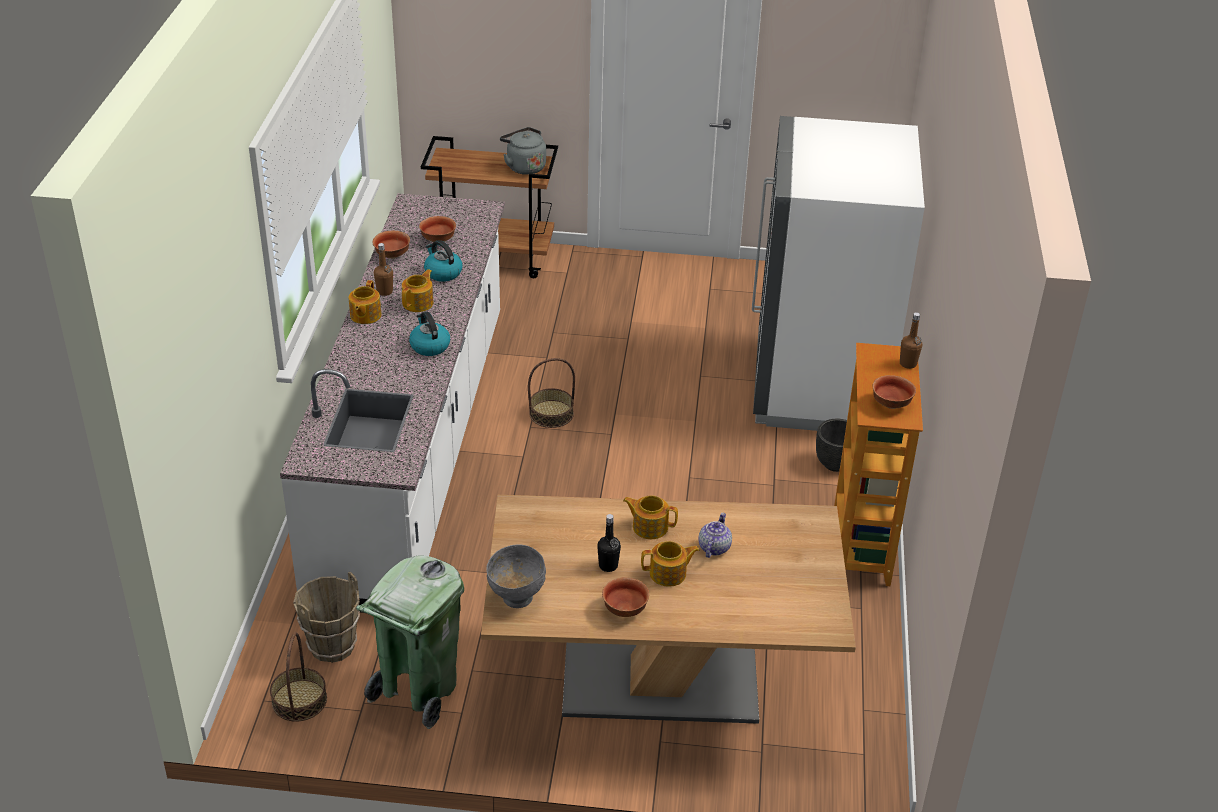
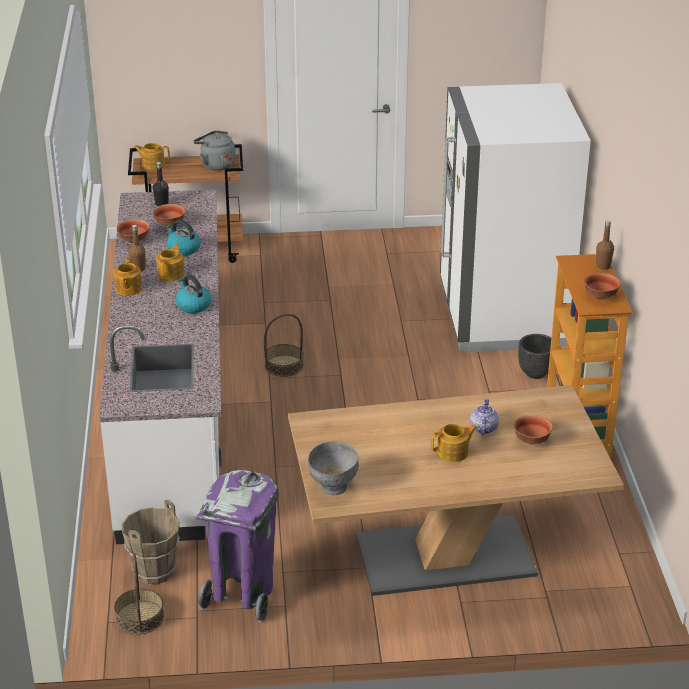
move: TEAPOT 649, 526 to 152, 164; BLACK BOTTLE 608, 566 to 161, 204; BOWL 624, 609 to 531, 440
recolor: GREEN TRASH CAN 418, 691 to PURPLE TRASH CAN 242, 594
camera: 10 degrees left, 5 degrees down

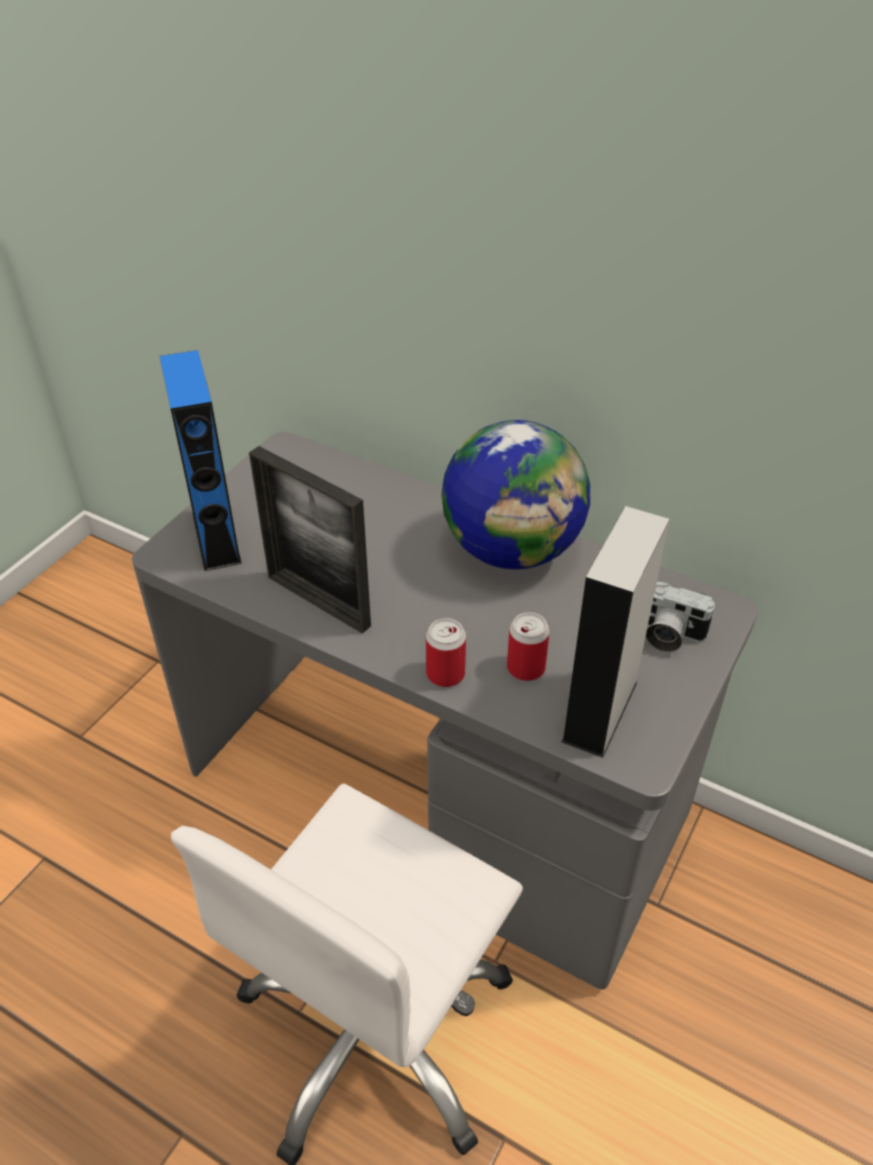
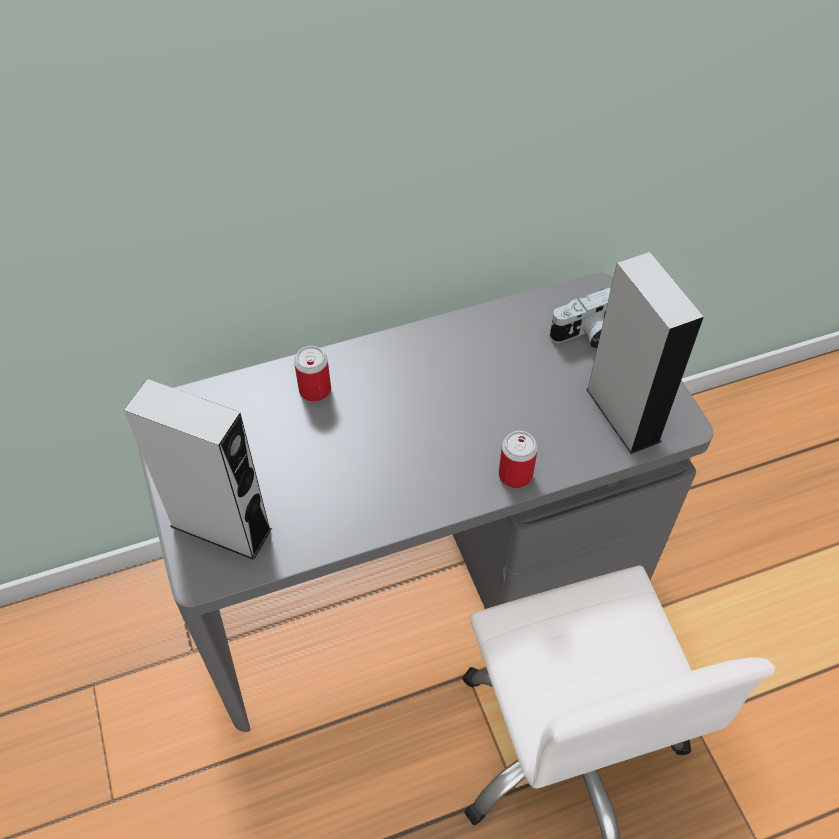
delete: PICTURE FRAME 318, 601; GLOBE 512, 549
move: CAN 526, 668 to 315, 390
recolor: BLUE SPEAKER 216, 538 to GREY SPEAKER 221, 527
camera: 50 degrees left, 10 degrees up

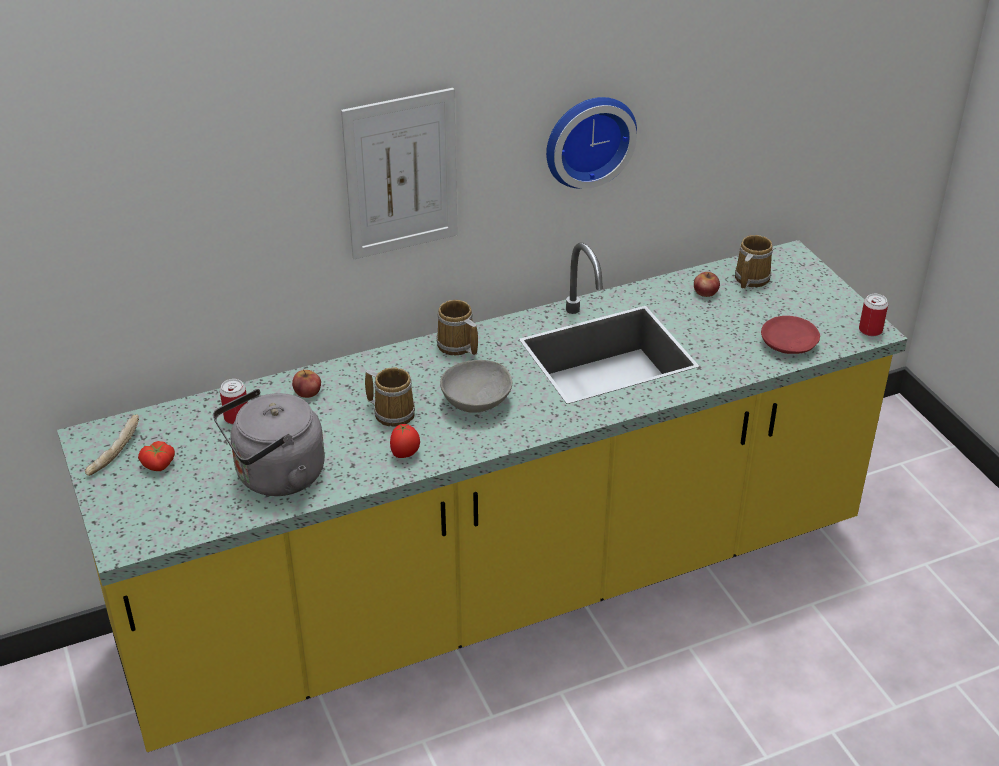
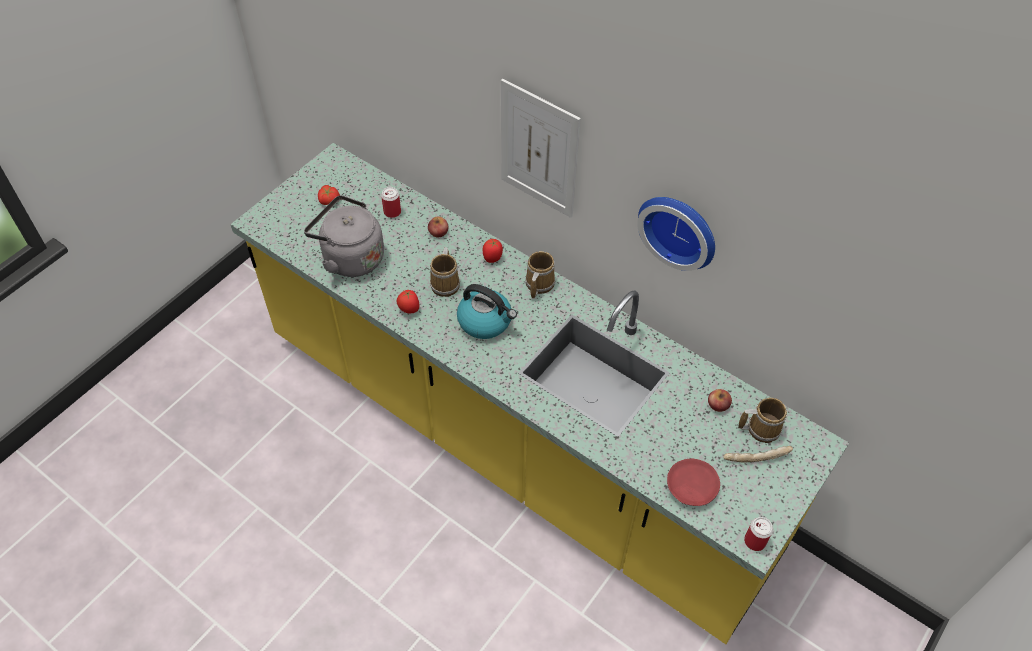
insert: TOMATO 492, 258
move: BREAD 113, 451 to 756, 456
replace: GREY BOWL 475, 401 to KETTLE 486, 321
camera: 60 degrees right, 15 degrees up

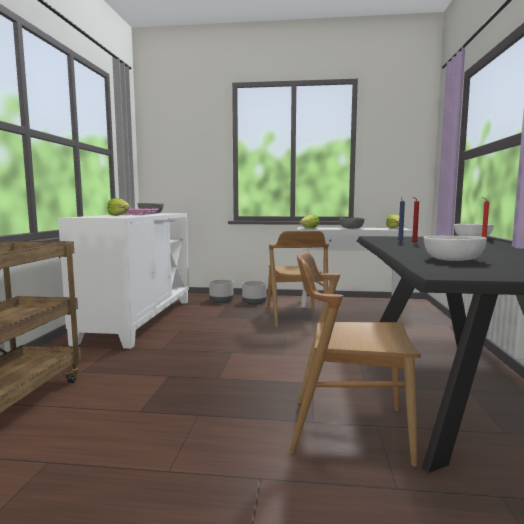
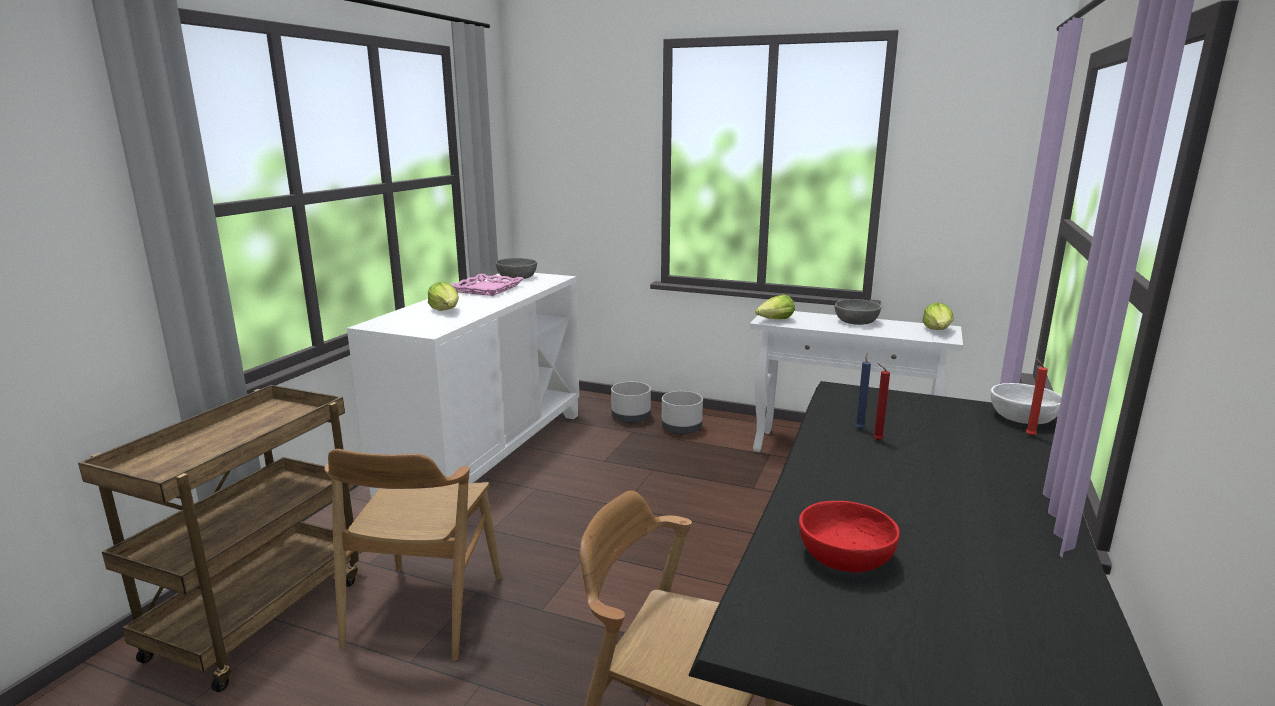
move: BROWN CHAIR 295, 318 to 424, 611
recolor: WHITE BOWL 452, 259 to RED BOWL 844, 556
camera: 15 degrees right, 10 degrees up

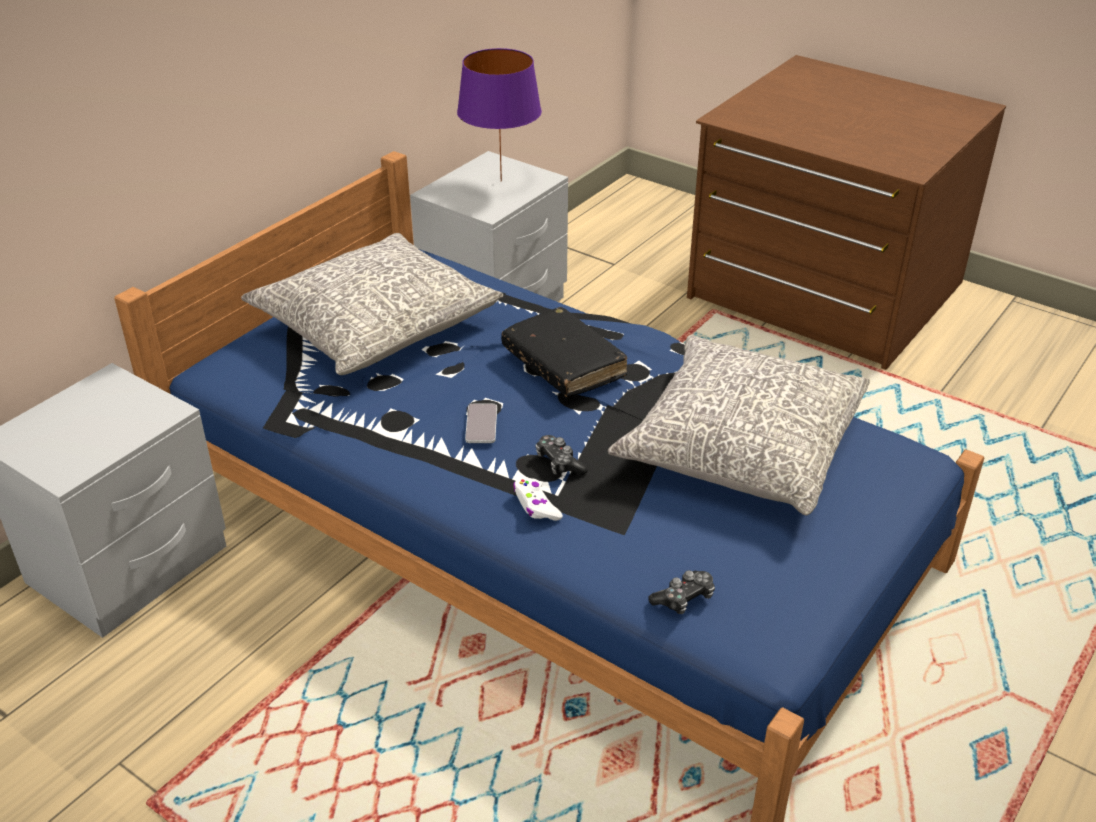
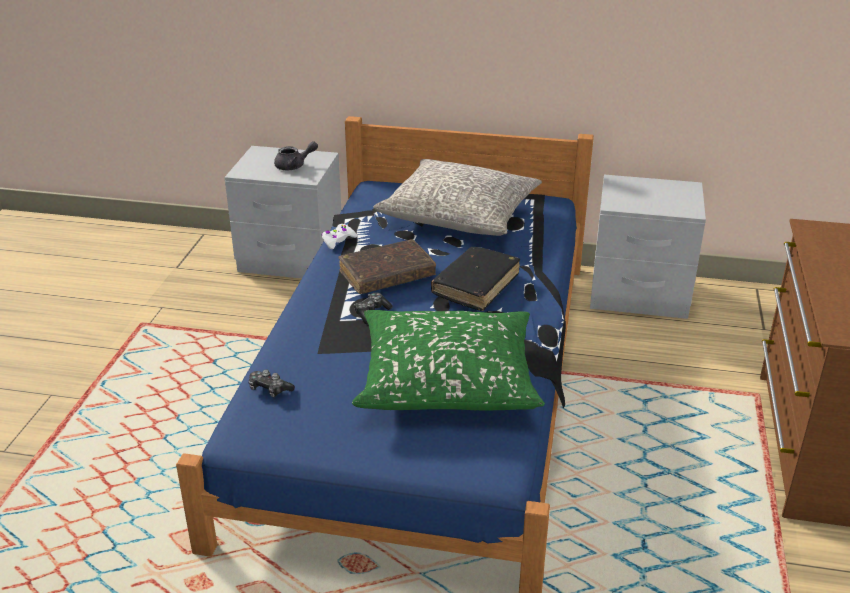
delete: PURPLE TABLE LAMP 500, 181
insert: GREY TEAPOT 294, 166
move: WHITE GAME CONTROLLER 536, 505 to 338, 240
replace: PHONE 481, 424 to BROWN BOOK 387, 275
recolor: GREY PILLOW 741, 445 to GREEN PILLOW 447, 379
camera: 65 degrees right, 5 degrees down

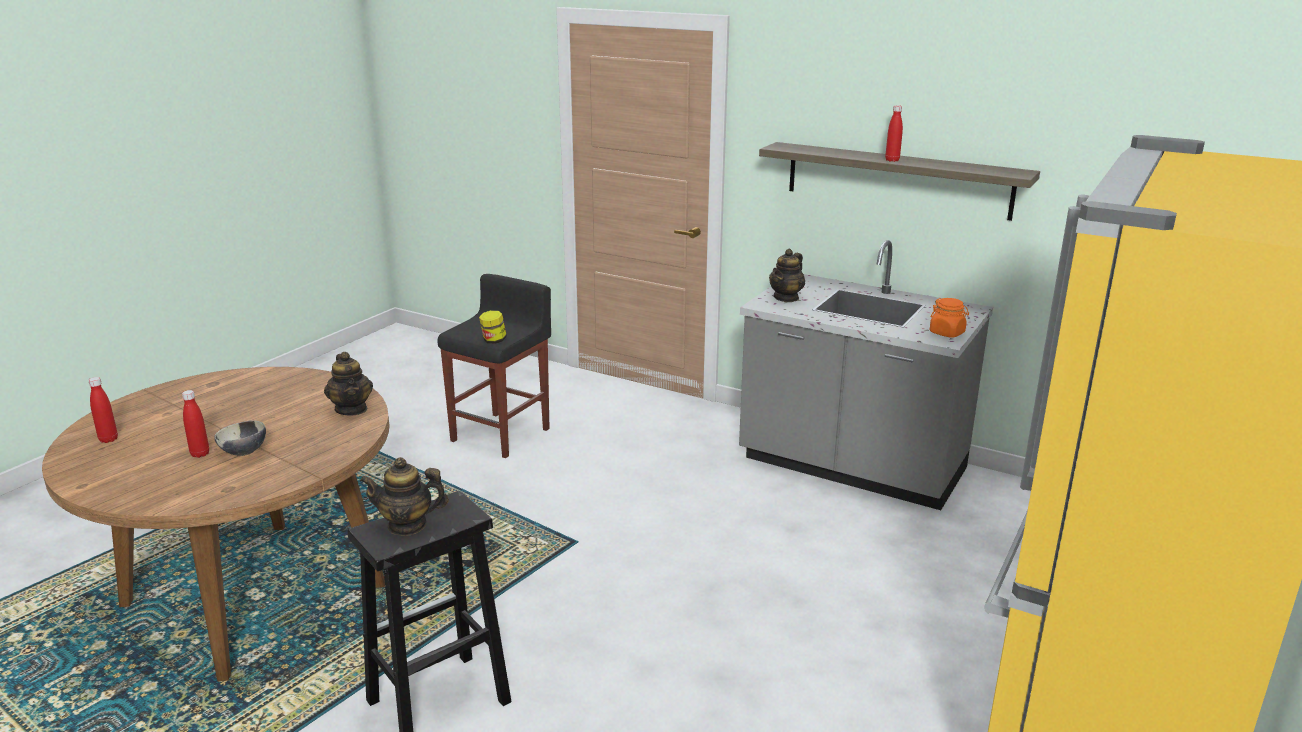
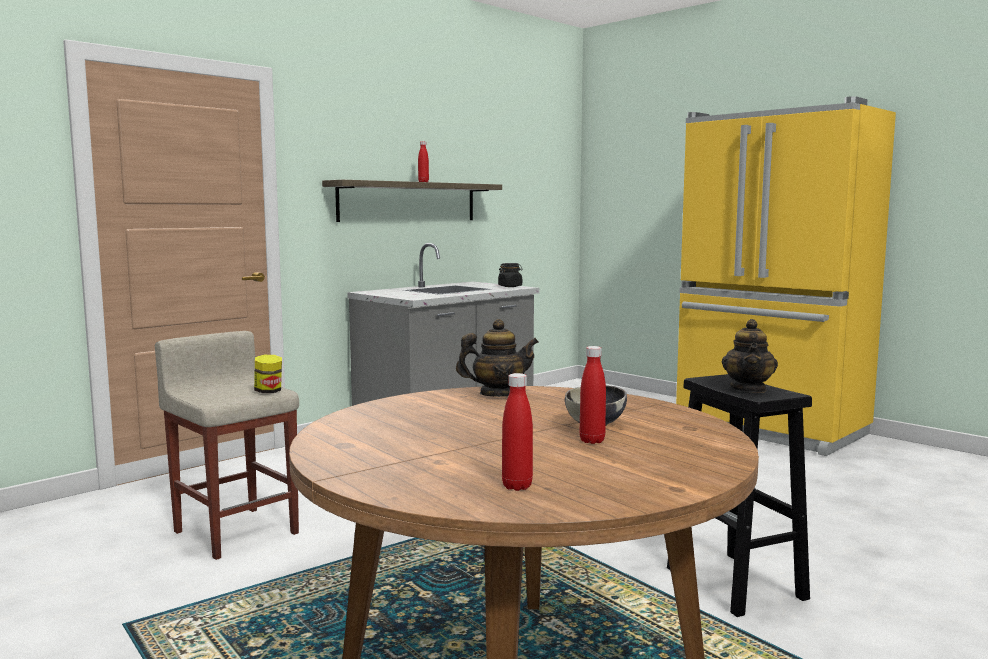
delete: TEAPOT 786, 298
recolor: BLACK STOOL 501, 434 to BEIGE STOOL 235, 531; ORANGE JAR 947, 333 to BLACK JAR 510, 286
camera: 75 degrees left, 15 degrees down

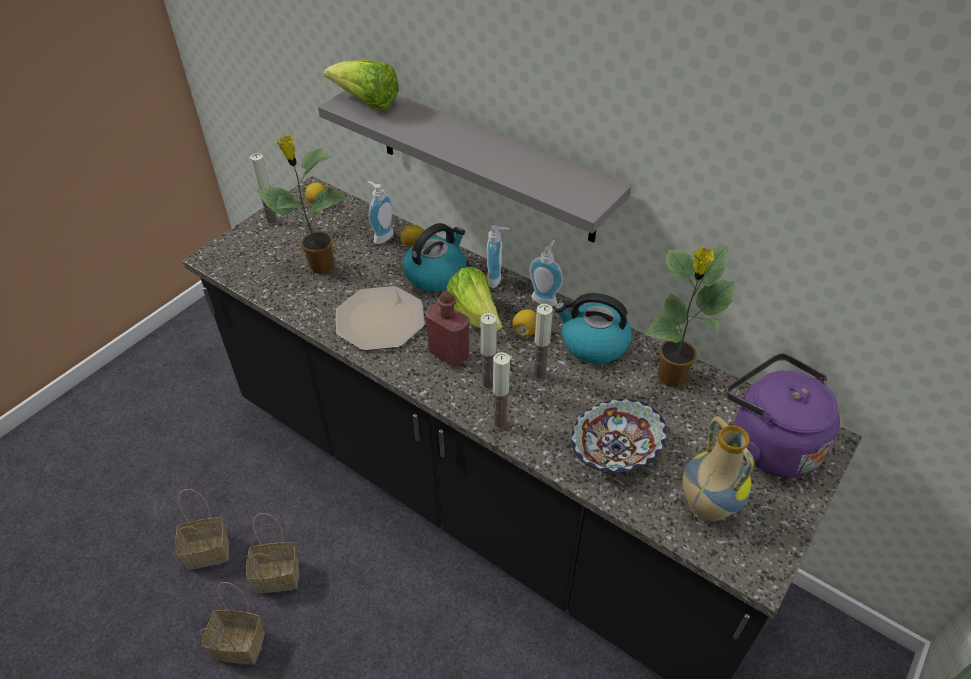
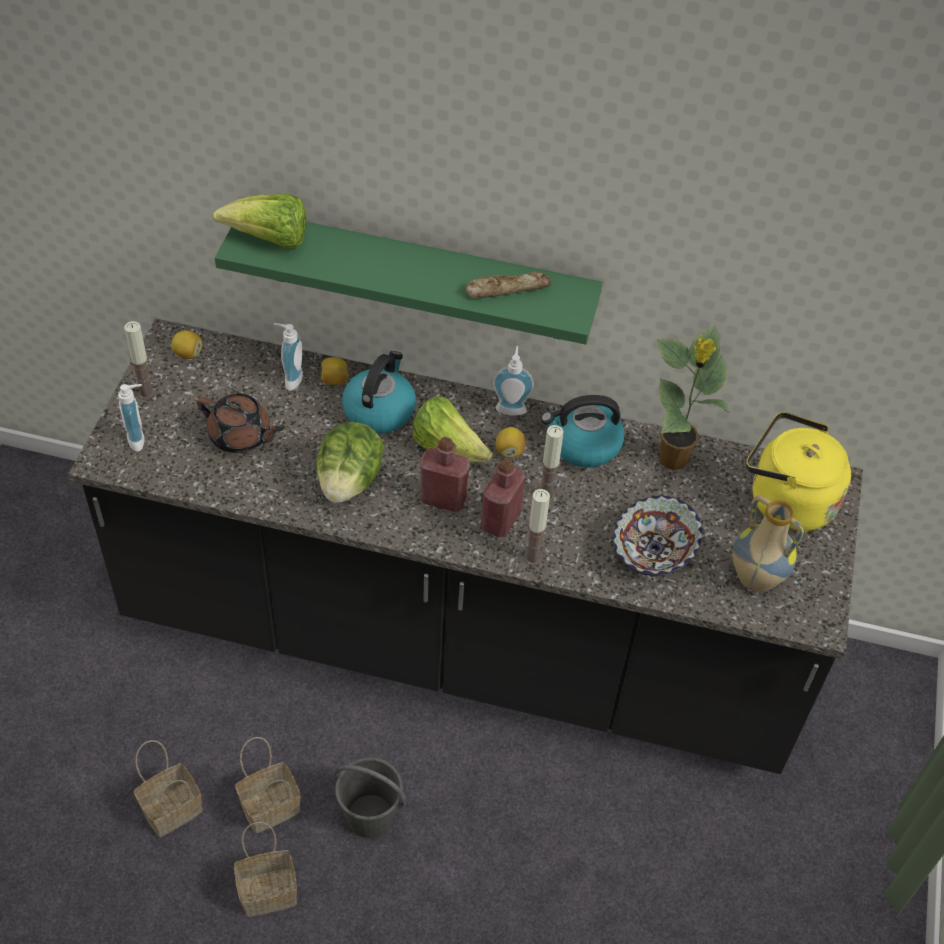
insert: GREY BUCKET 370, 816; BREAD 507, 289
move: SOAP DISPENSER 497, 279 to 140, 439
replace: POTTED PLANT 319, 266 to BROWN TEAPOT 241, 436; PLATE 381, 319 to LETTUCE 349, 481; CANDLE 488, 384 to RED BOTTLE 500, 520
recolor: GREY SHELF 484, 162 to GREEN SHELF 418, 276; PURPLE KETTLE 768, 443 to YELLOW KETTLE 785, 501
camera: 25 degrees left, 5 degrees up

